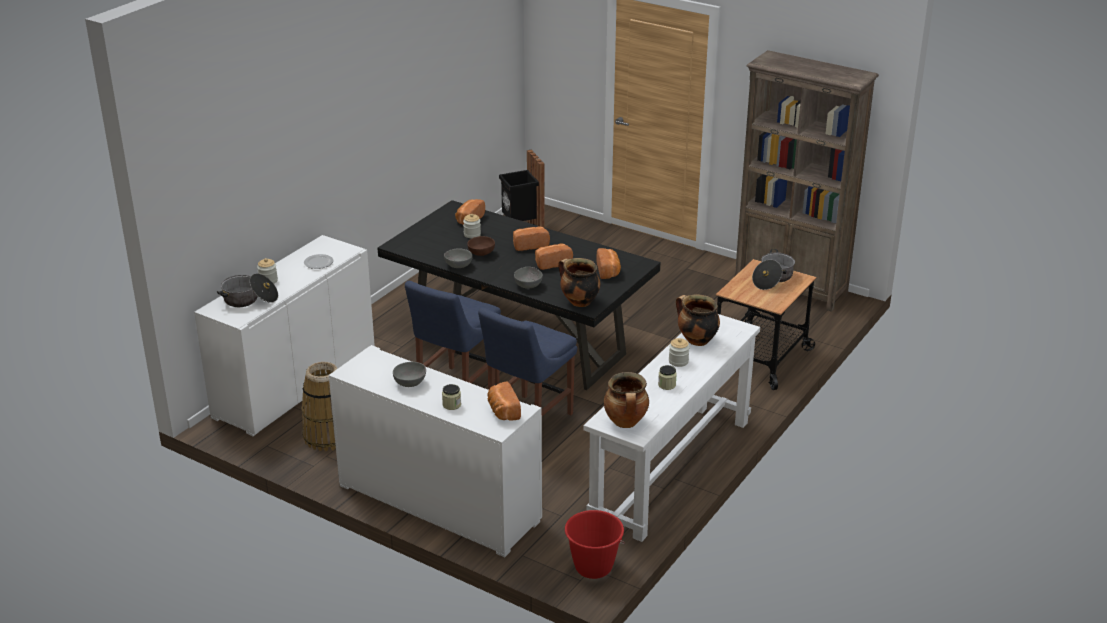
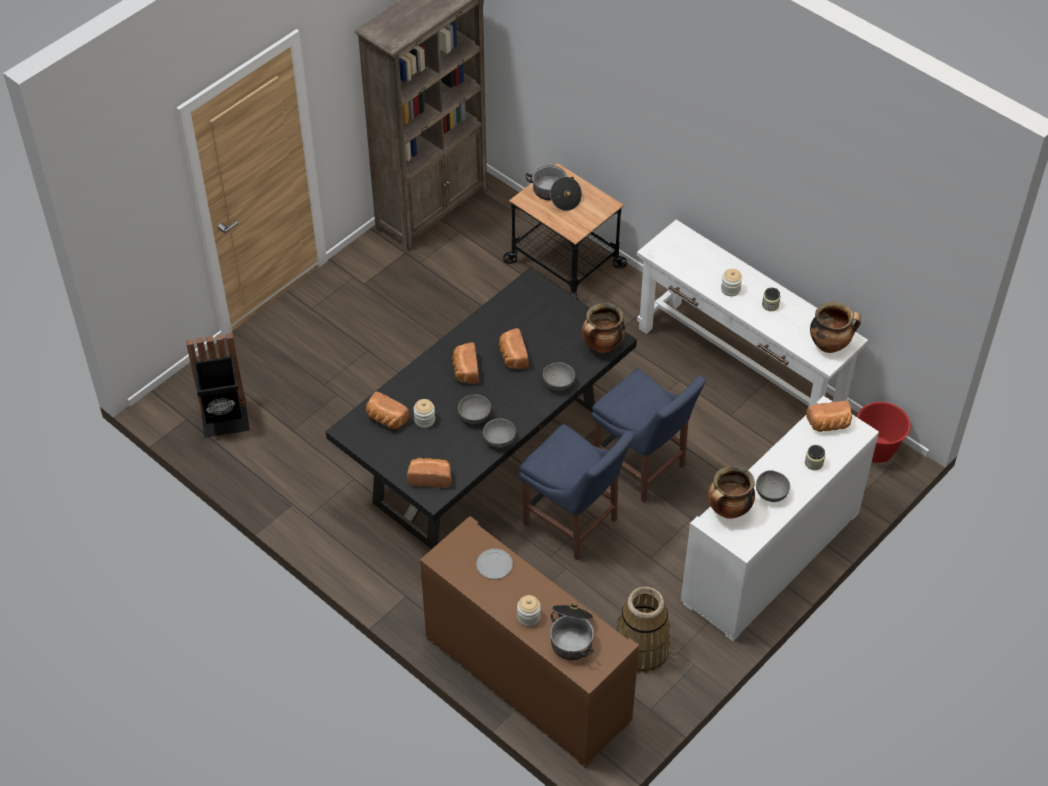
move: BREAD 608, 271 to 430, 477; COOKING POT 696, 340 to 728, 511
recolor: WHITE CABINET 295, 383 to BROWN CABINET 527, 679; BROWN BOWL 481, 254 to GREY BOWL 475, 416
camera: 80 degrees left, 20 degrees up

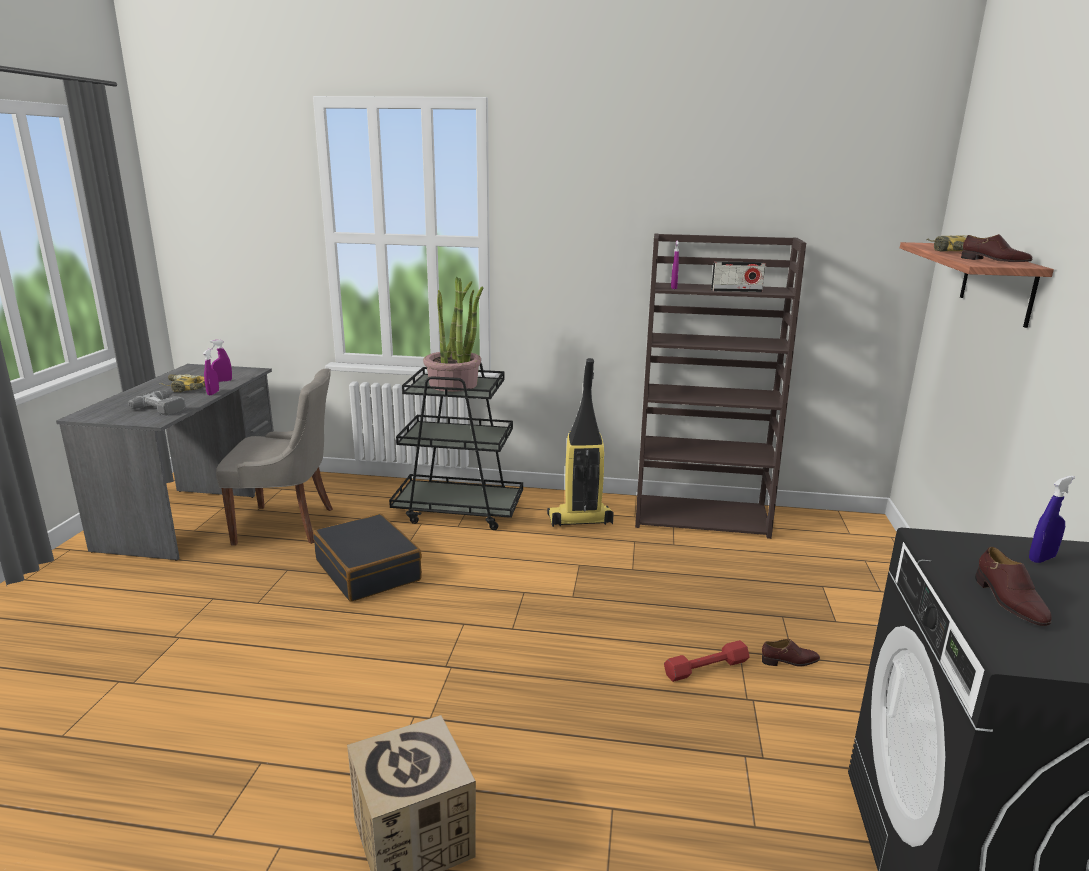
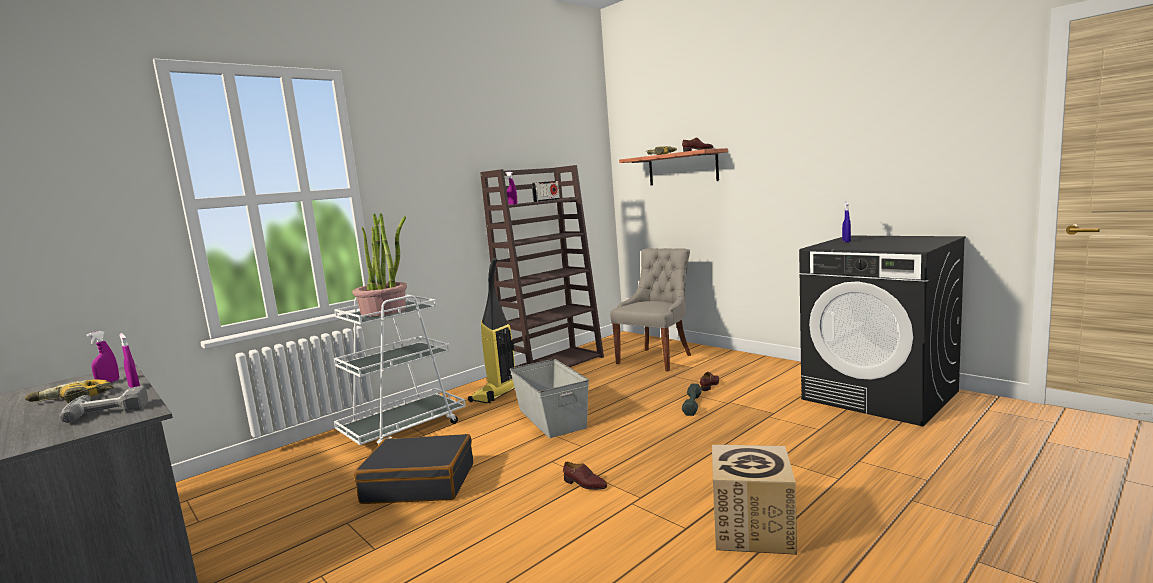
insert: GREY STORAGE BOX 551, 418
move: BROWN SHOE 1009, 601 to 585, 484; GREY CHAIR 288, 525 to 656, 359
recolor: BLACK CART 459, 511 to WHITE CART 404, 429; RED DUMBBELL 706, 668 to GREY DUMBBELL 692, 404
camera: 50 degrees left, 10 degrees down

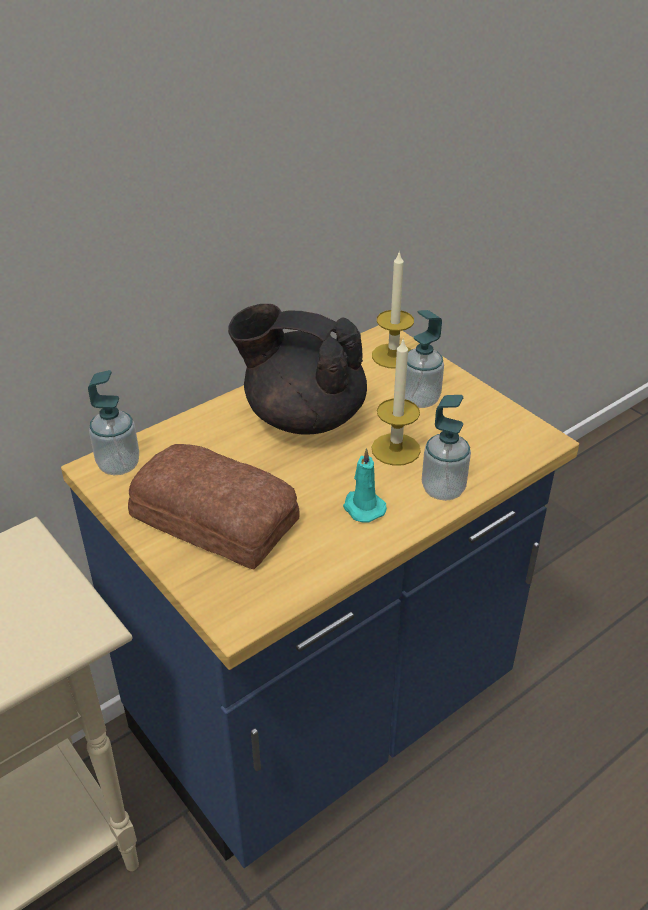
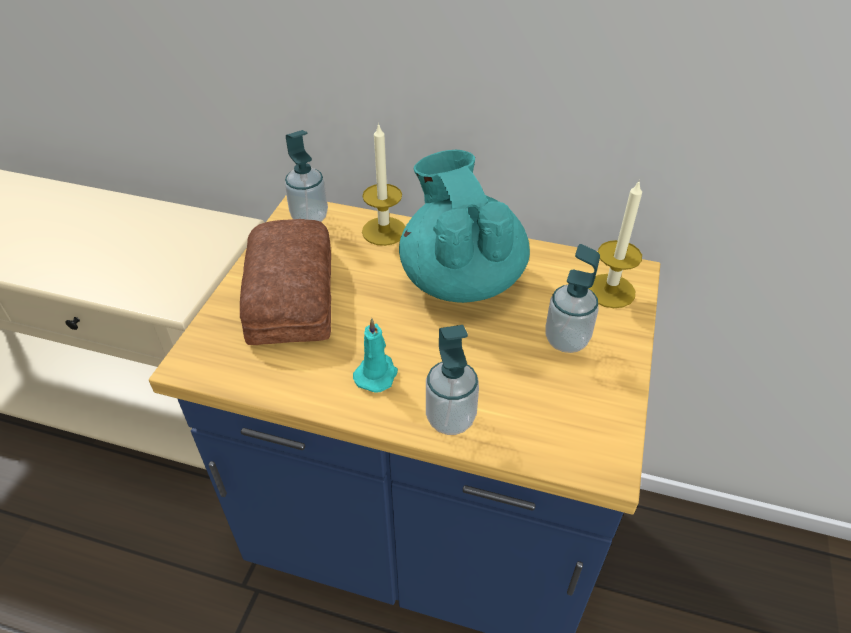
move: CANDLE 395, 449 to 384, 231
recolor: BLACK TEAPOT 303, 416 to TURQUOISE TEAPOT 461, 278
camera: 55 degrees right, 5 degrees up

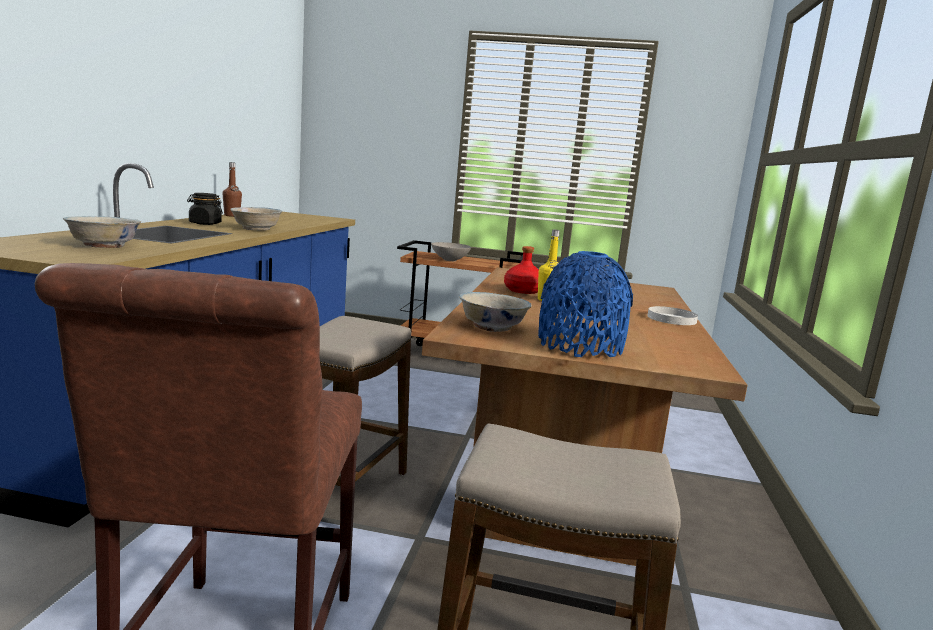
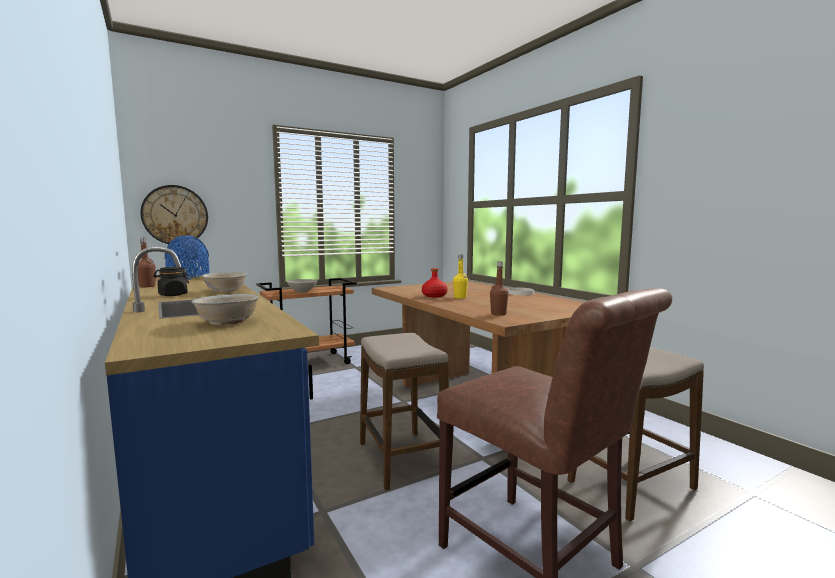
insert: WALL CLOCK 175, 215
move: BLUE VASE 580, 346 to 188, 278
replace: WHITE BOWL 491, 327 to BROWN BOTTLE 498, 314
camera: 40 degrees left, 5 degrees down

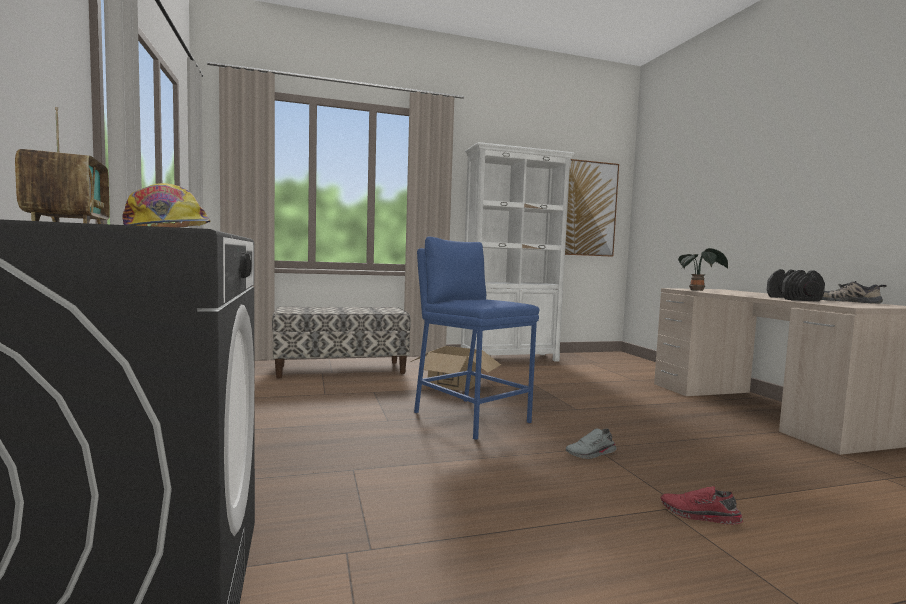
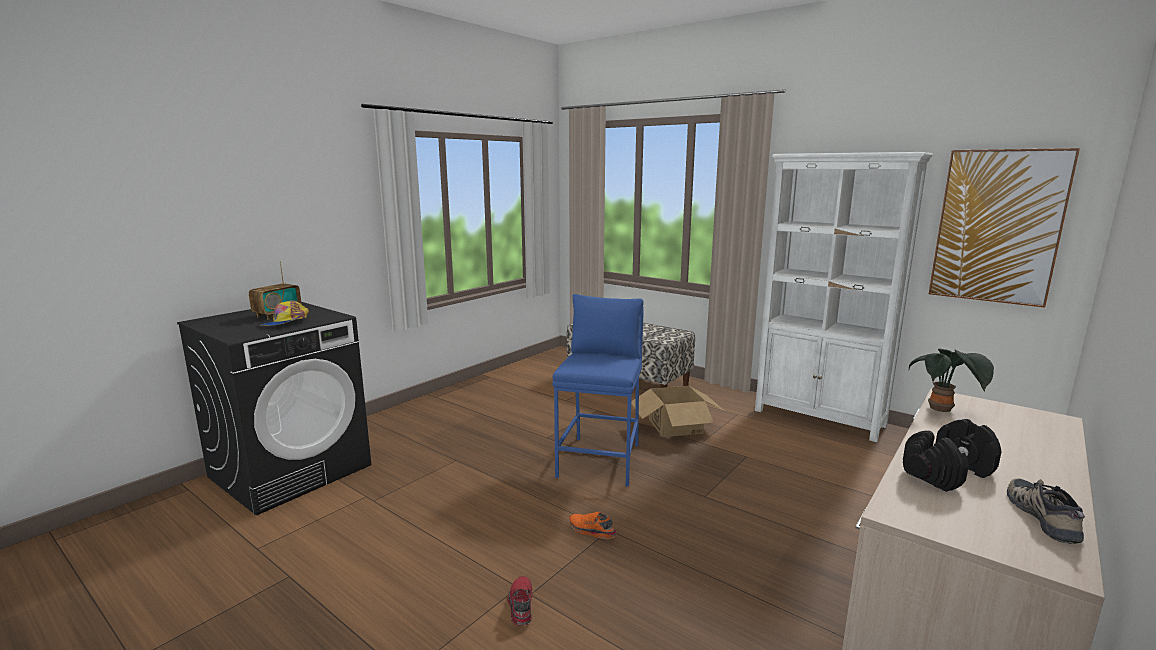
recolor: GREY SHOE 591, 454 to ORANGE SHOE 591, 531
camera: 55 degrees right, 10 degrees up

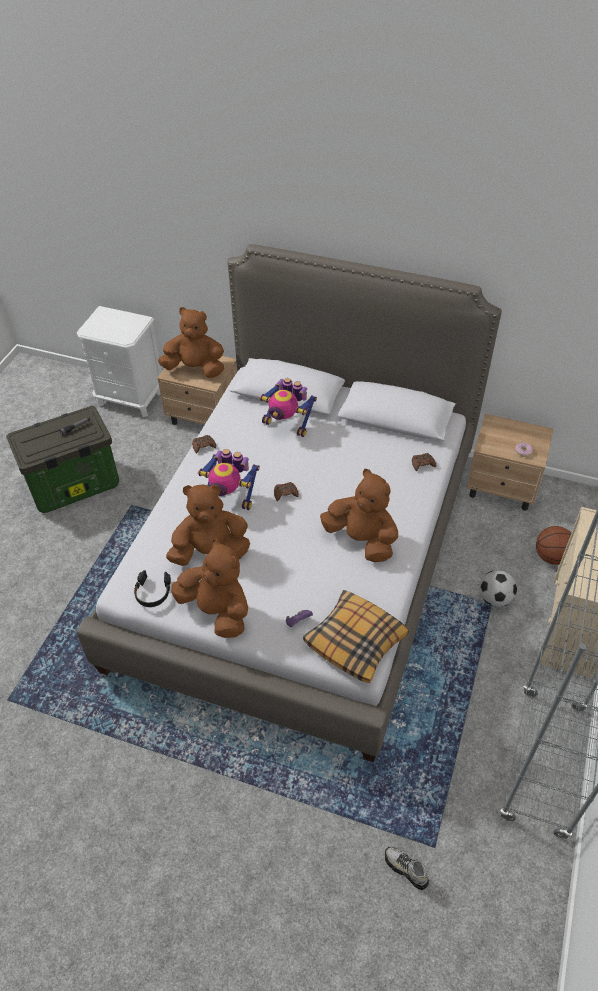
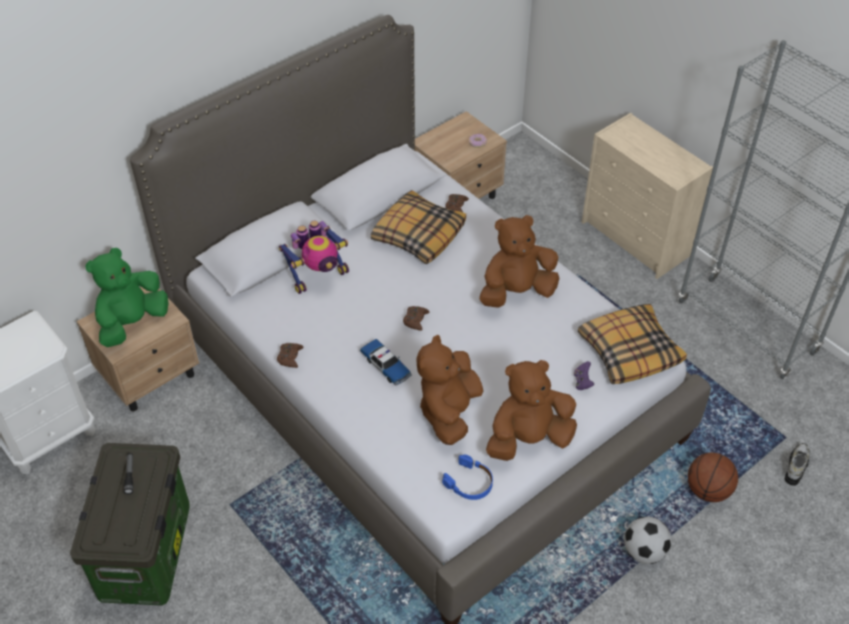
insert: PILLOW 418, 234
move: FOOTBALL 494, 598 to 644, 551; BASKETBALL 551, 557 to 708, 490
replace: TOY ROBOT 230, 497 to TOY CAR 385, 366
recolor: BROWN PLUSH TOY 195, 369 to GREEN PLUSH TOY 132, 323; BLACK HEADPHONES 152, 592 to BLUE HEADPHONES 469, 483
rotate: SHOE 405, 869 = 795, 467 135 degrees clockwise
camera: 60 degrees left, 0 degrees up

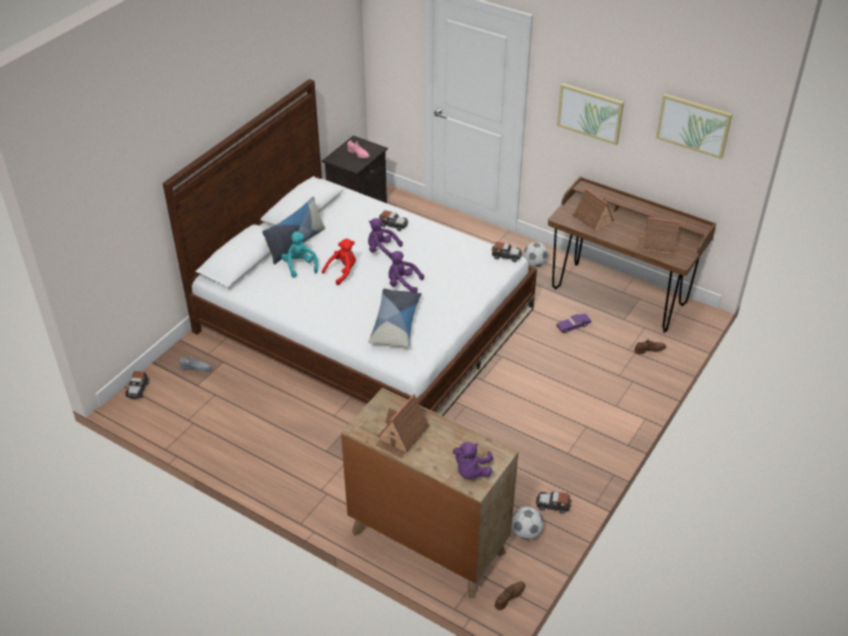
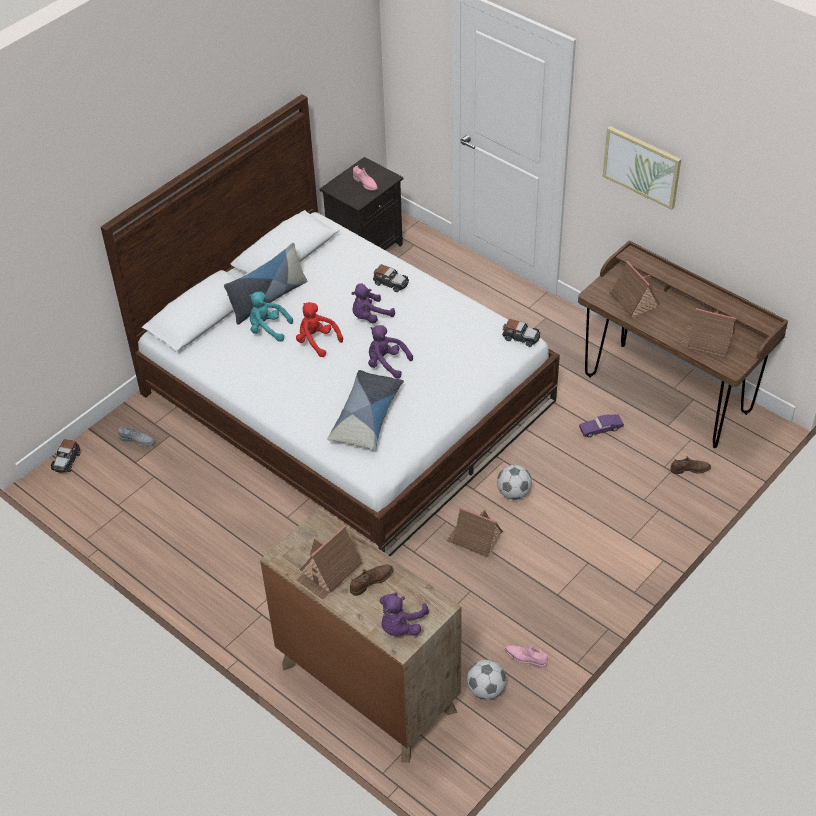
delete: PICTURE 693, 125
insert: TOY HOUSE 474, 539
move: BROWN SHOE 509, 597 to 371, 582; FOOTBALL 535, 264 to 513, 493
replace: TOY CAR 553, 505 to PINK SHOE 525, 658
rotate: TURQUOISE PLUSH TOY 300, 266 = 268, 329 60 degrees counterclockwise; RED PLUSH TOY 342, 272 = 317, 341 105 degrees counterclockwise; PURPLE PLUSH TOY 382, 250 = 370, 316 60 degrees counterclockwise
camera: 10 degrees right, 5 degrees up

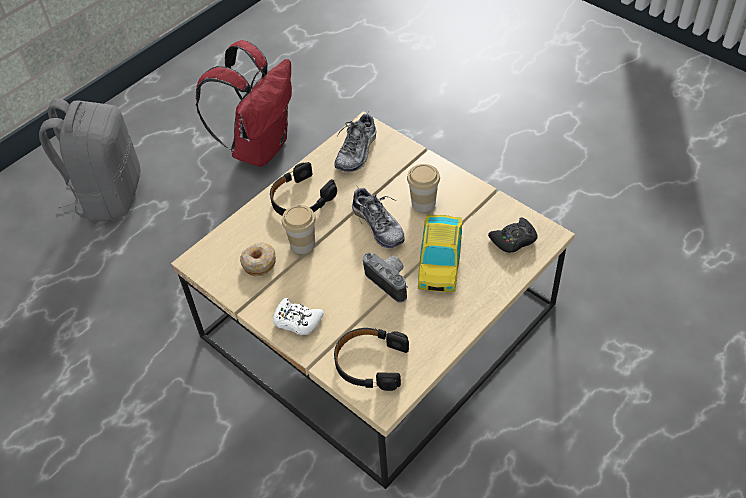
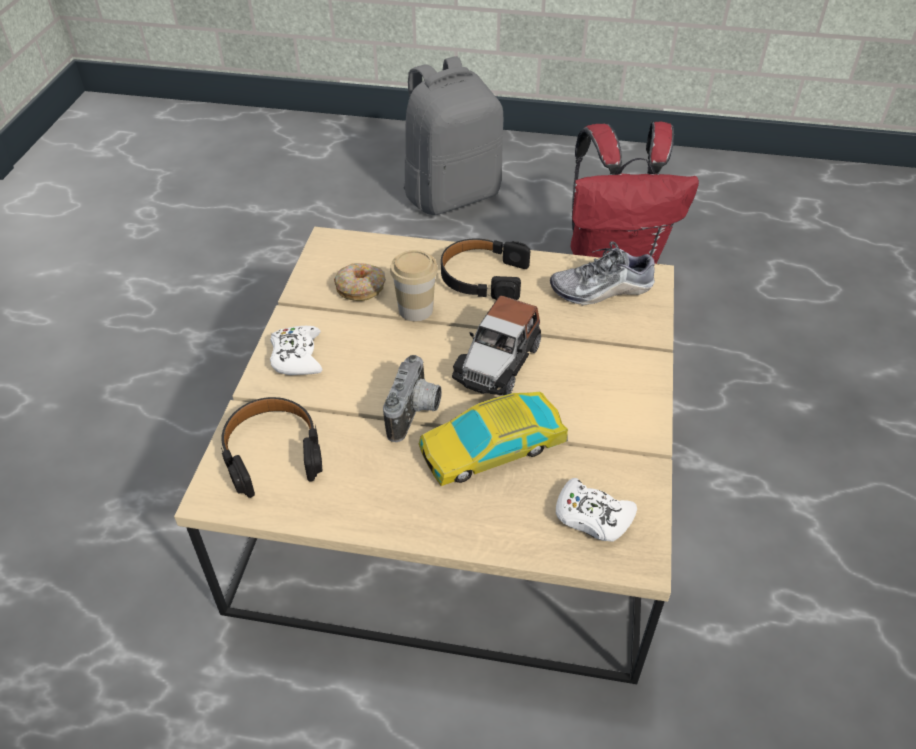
delete: CUP 423, 203
replace: SHOE 378, 225 to TOY CAR 498, 362
recolor: BLACK GAME CONTROLLER 514, 240 to WHITE GAME CONTROLLER 592, 517
camera: 55 degrees right, 5 degrees down

